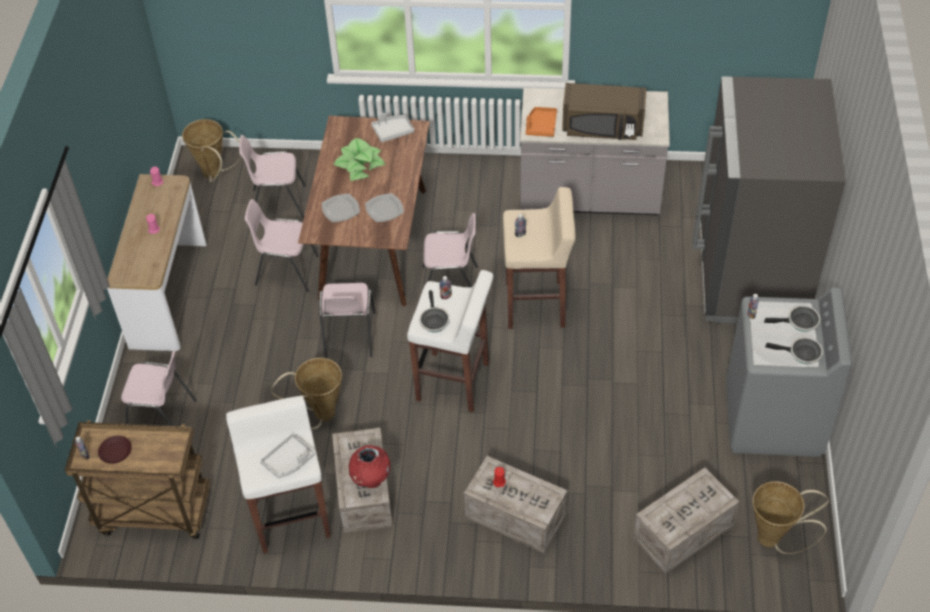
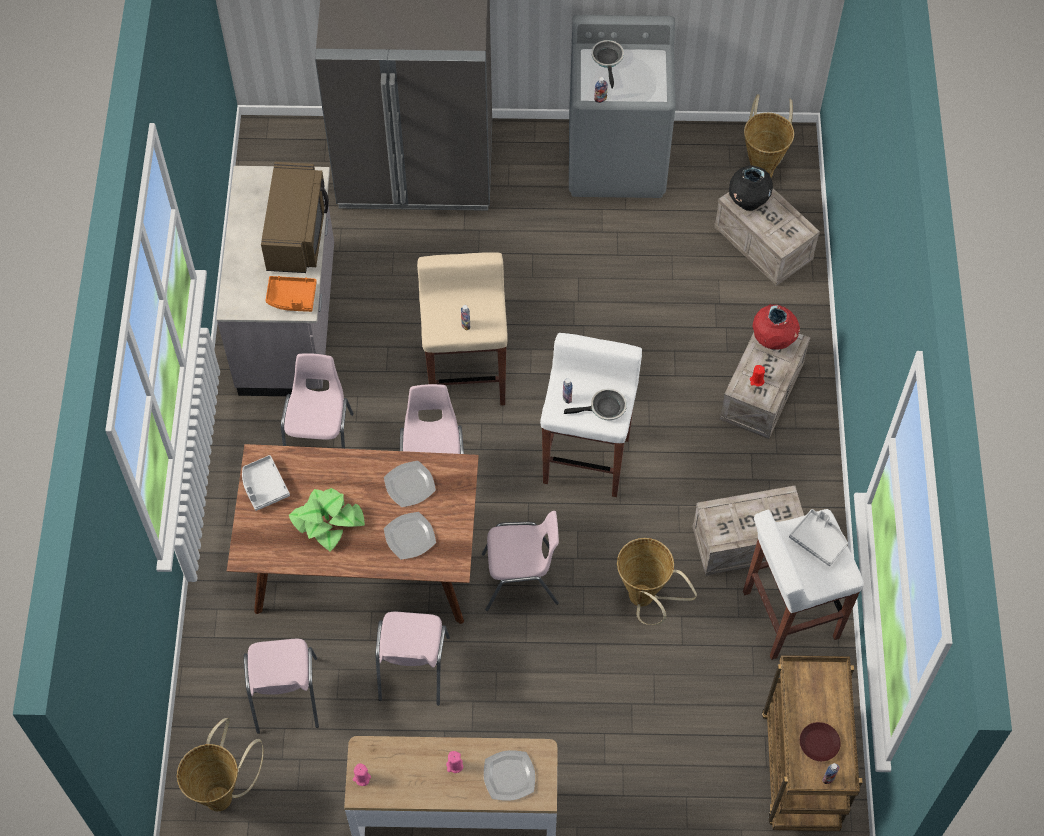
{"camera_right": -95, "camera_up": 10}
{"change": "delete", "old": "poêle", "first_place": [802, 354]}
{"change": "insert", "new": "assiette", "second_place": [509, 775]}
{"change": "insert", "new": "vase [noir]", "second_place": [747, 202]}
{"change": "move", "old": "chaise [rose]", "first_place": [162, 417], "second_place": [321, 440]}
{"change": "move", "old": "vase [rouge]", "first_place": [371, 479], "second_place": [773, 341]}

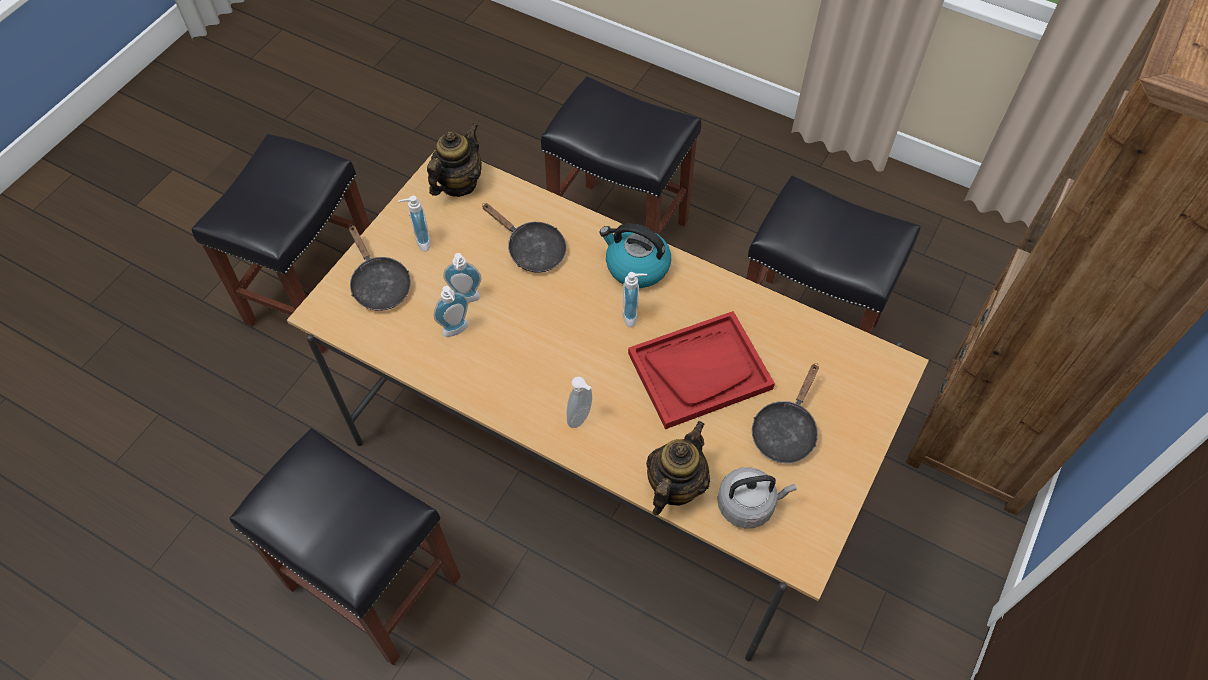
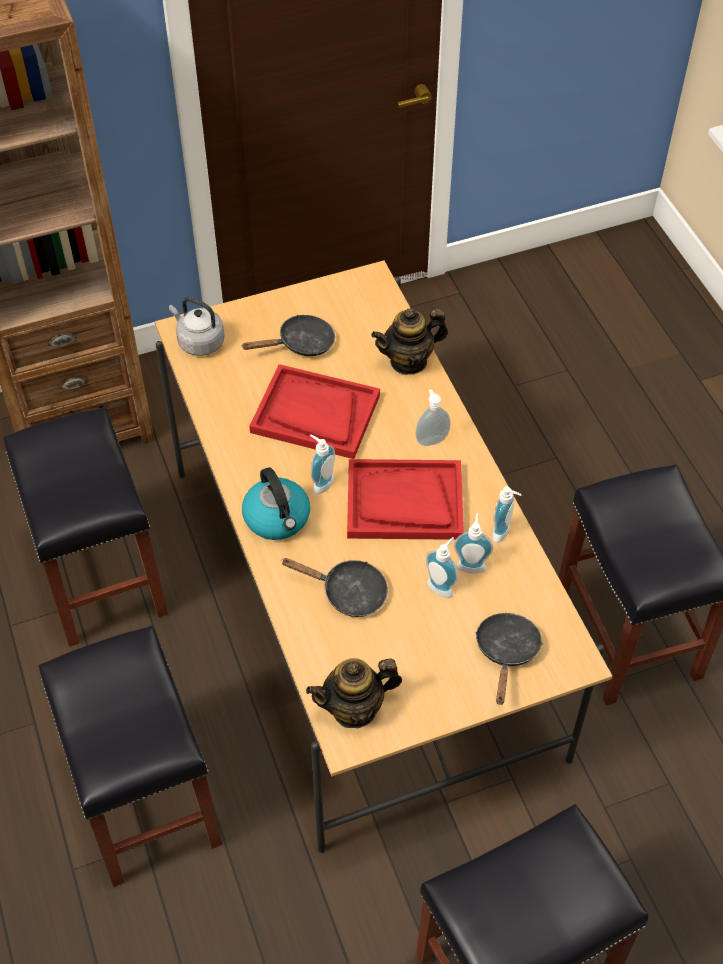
{"camera_right": -140, "camera_up": -5}
{"change": "insert", "new": "plateau [rouge]", "second_place": [404, 502]}
{"change": "move", "old": "distributeur de savon", "first_place": [420, 242], "second_place": [504, 533]}
{"change": "move", "old": "bouilloire [gris]", "first_place": [748, 504], "second_place": [199, 342]}
{"change": "rotate", "old": "poêle [noir]", "first_place": [532, 250], "second_place": [348, 592], "degrees": 120}

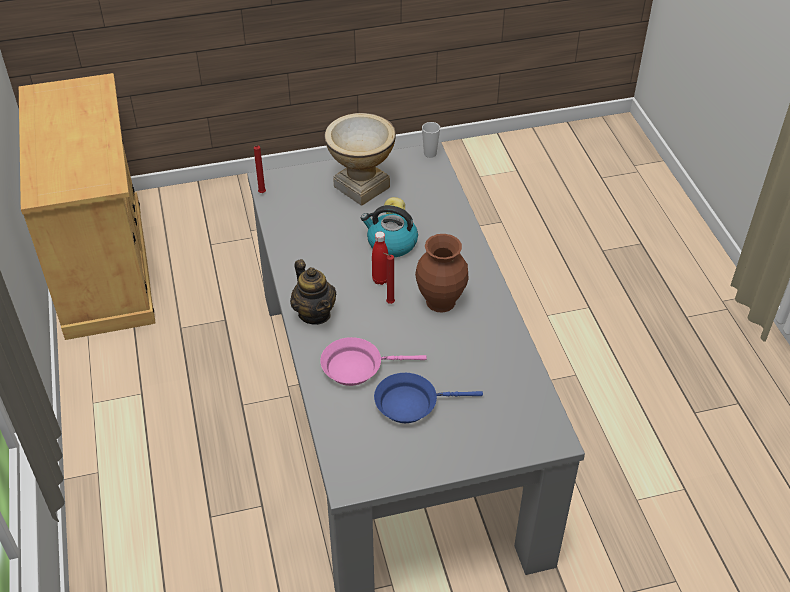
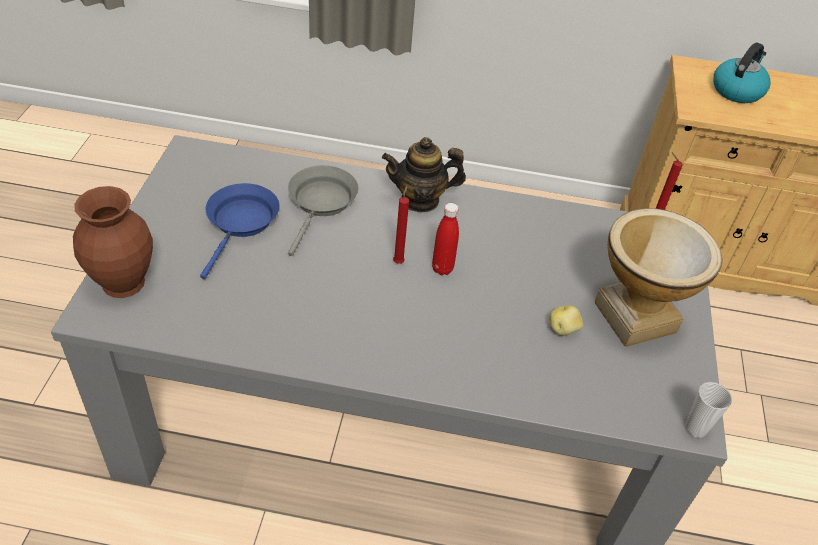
{"camera_right": 110, "camera_up": 0}
{"change": "move", "old": "bouilloire", "first_place": [391, 243], "second_place": [737, 90]}
{"change": "move", "old": "vase [marron]", "first_place": [441, 302], "second_place": [122, 283]}
{"change": "recolor", "old": "poêle [rose]", "new": "poêle [gris]", "first_place": [357, 367], "second_place": [321, 203]}

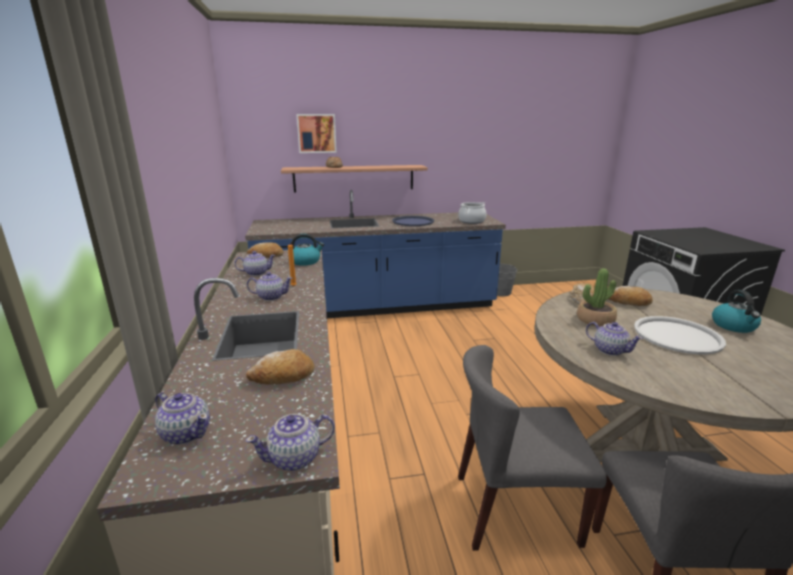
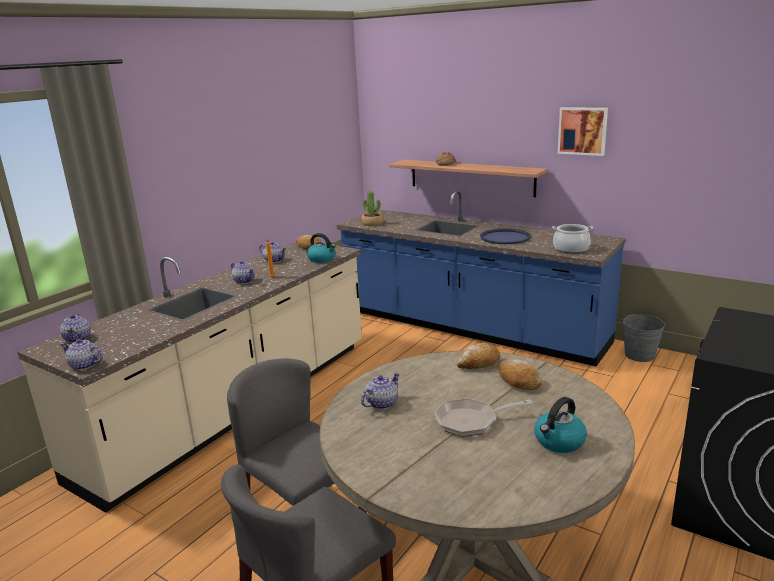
{"camera_right": 45, "camera_up": 0}
{"change": "delete", "old": "pain", "first_place": [283, 377]}
{"change": "move", "old": "tableau", "first_place": [316, 133], "second_place": [582, 131]}
{"change": "move", "old": "plante en pot", "first_place": [595, 320], "second_place": [372, 223]}
{"change": "replace", "old": "plateau [blanc]", "new": "poêle", "first_place": [677, 336], "second_place": [471, 421]}
{"change": "rotate", "old": "théière", "first_place": [609, 350], "second_place": [381, 403], "degrees": -135}

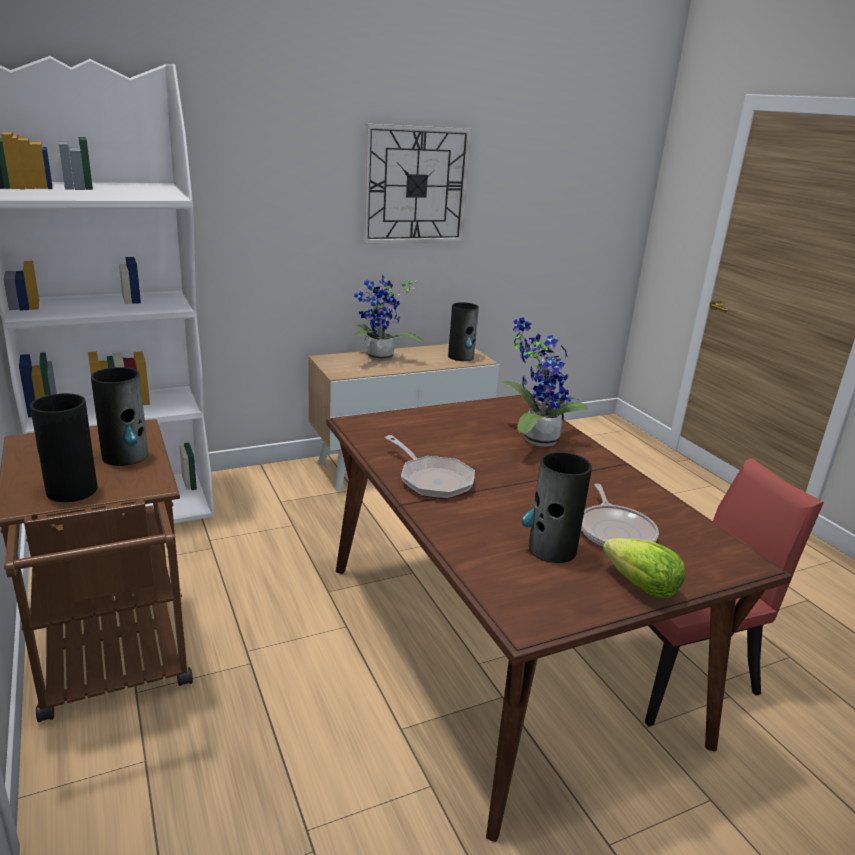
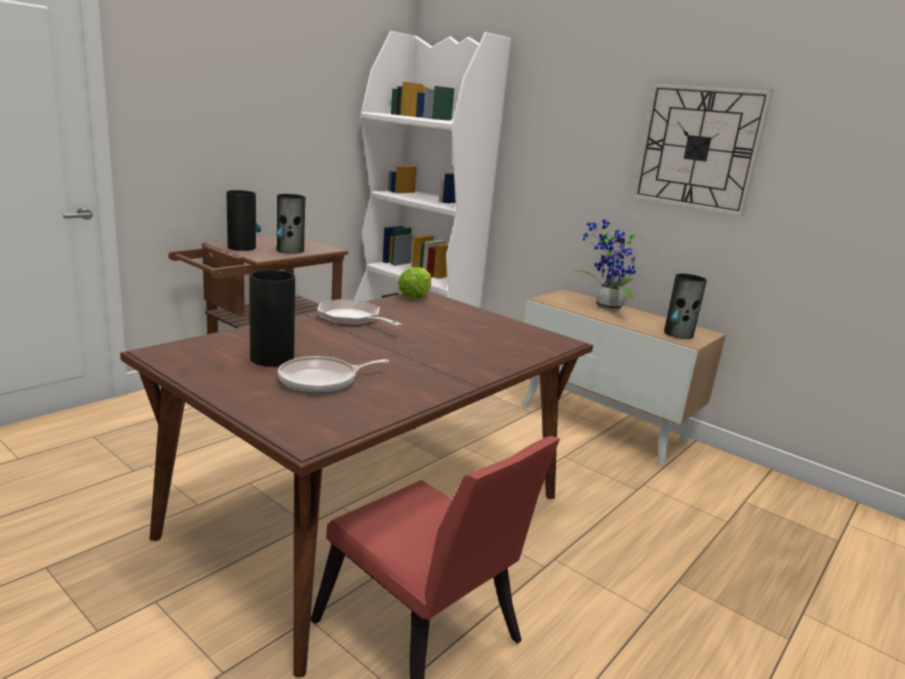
{"camera_right": 65, "camera_up": -5}
{"change": "delete", "old": "plante en pot", "first_place": [535, 439]}
{"change": "move", "old": "laitue", "first_place": [641, 586], "second_place": [415, 296]}
{"change": "rotate", "old": "poêle", "first_place": [432, 480], "second_place": [352, 319], "degrees": 105}

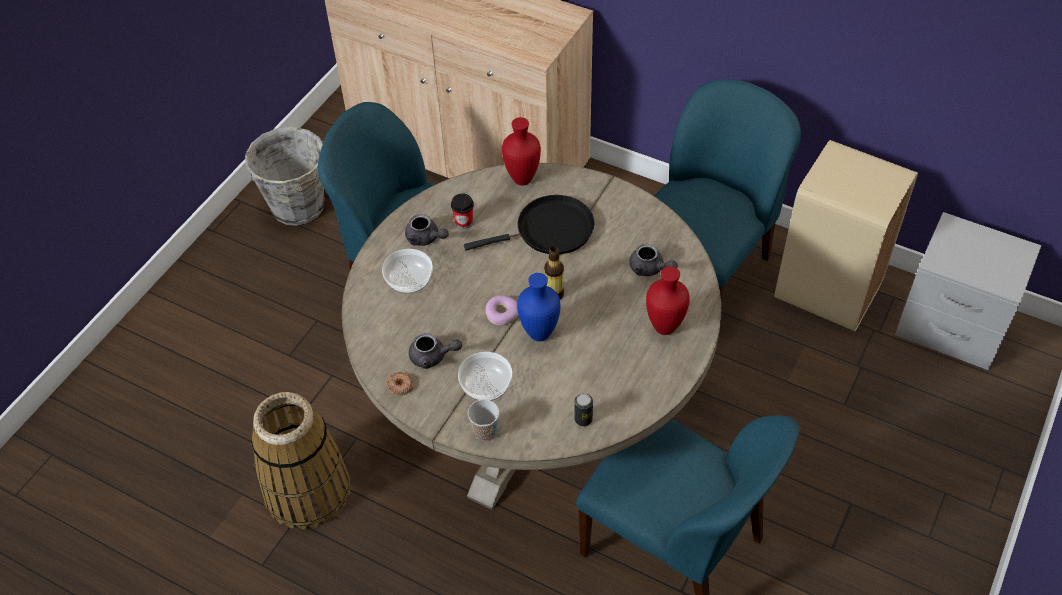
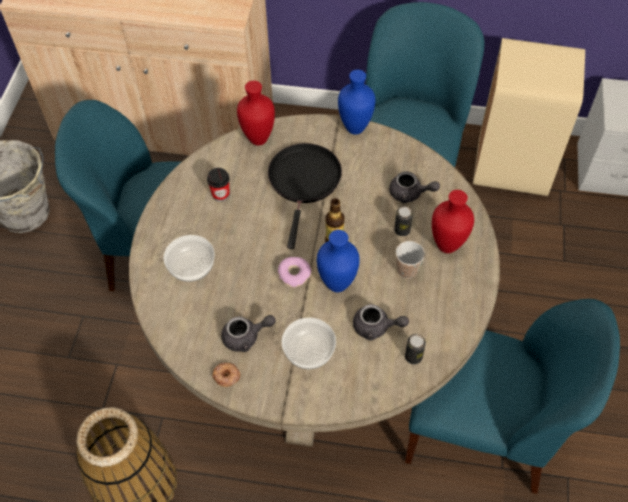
{"camera_right": -20, "camera_up": 5}
{"change": "insert", "new": "vase [bleu]", "second_place": [355, 127]}
{"change": "insert", "new": "boîte métallique", "second_place": [402, 230]}
{"change": "move", "old": "théière [gris]", "first_place": [425, 238], "second_place": [376, 327]}
{"change": "move", "old": "tasse", "first_place": [485, 432], "second_place": [407, 271]}
{"change": "rotate", "old": "poêle [noir]", "first_place": [549, 231], "second_place": [304, 182], "degrees": -45}

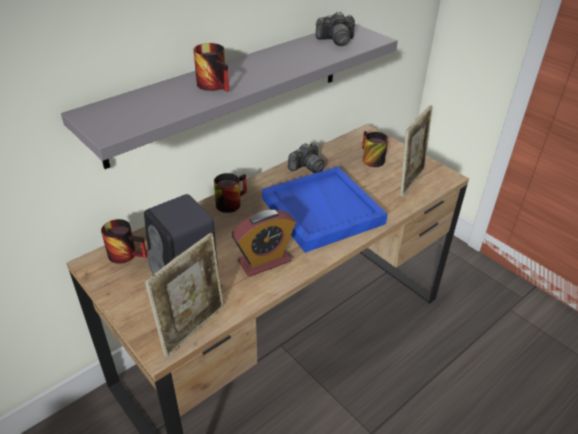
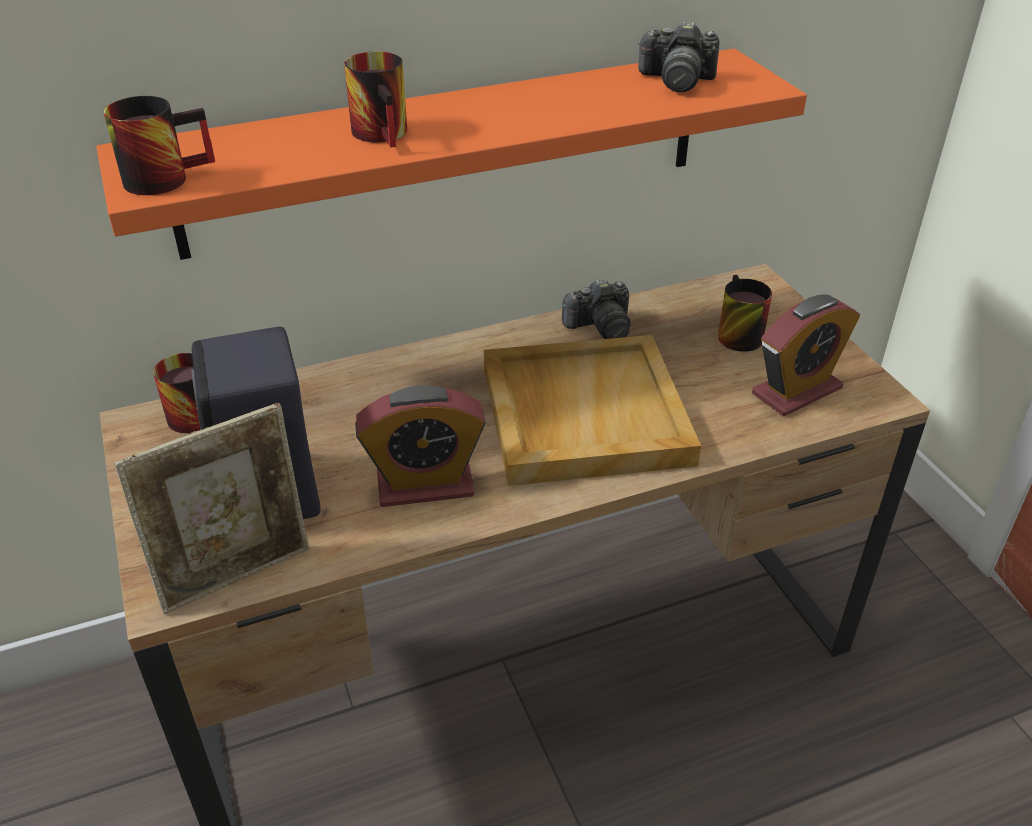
{"camera_right": 20, "camera_up": 0}
{"change": "move", "old": "mug", "first_place": [230, 202], "second_place": [165, 176]}
{"change": "replace", "old": "cadre photo", "new": "réveil", "first_place": [410, 181], "second_place": [796, 391]}
{"change": "recolor", "old": "étagère [gris]", "new": "étagère [orange]", "first_place": [230, 90], "second_place": [447, 151]}
{"change": "recolor", "old": "plateau [bleu]", "new": "plateau [beige]", "first_place": [321, 210], "second_place": [582, 414]}

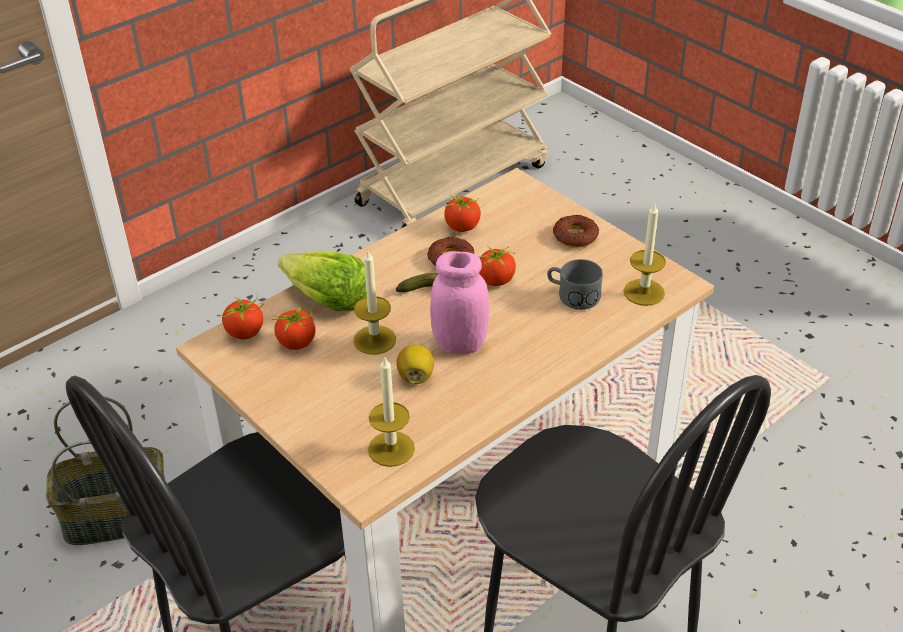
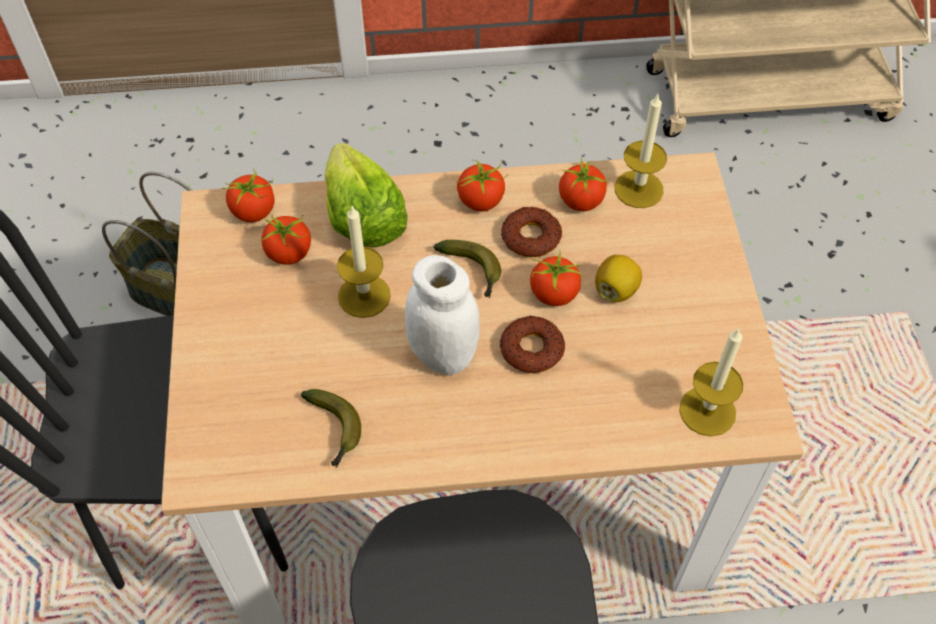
{"camera_right": 35, "camera_up": 15}
{"change": "delete", "old": "mug [gris]", "first_place": [572, 295]}
{"change": "insert", "new": "banane", "second_place": [334, 431]}
{"change": "insert", "new": "tomate", "second_place": [481, 201]}
{"change": "move", "old": "bougie", "first_place": [391, 449], "second_place": [638, 189]}
{"change": "move", "old": "citron", "first_place": [416, 376], "second_place": [616, 290]}
{"change": "move", "old": "beignet", "first_place": [575, 236], "second_place": [532, 349]}
{"change": "recolor", "old": "bocal [rose]", "new": "bocal [blanc]", "first_place": [460, 344], "second_place": [443, 354]}

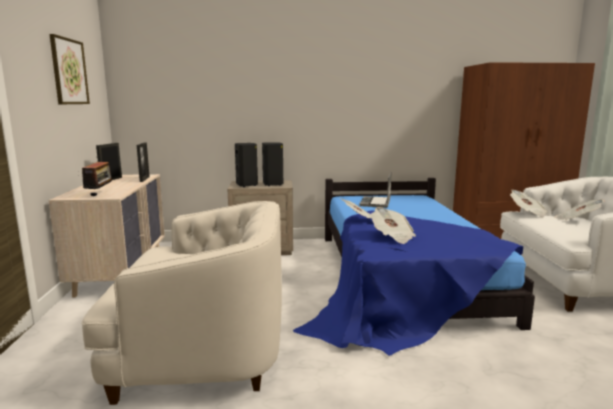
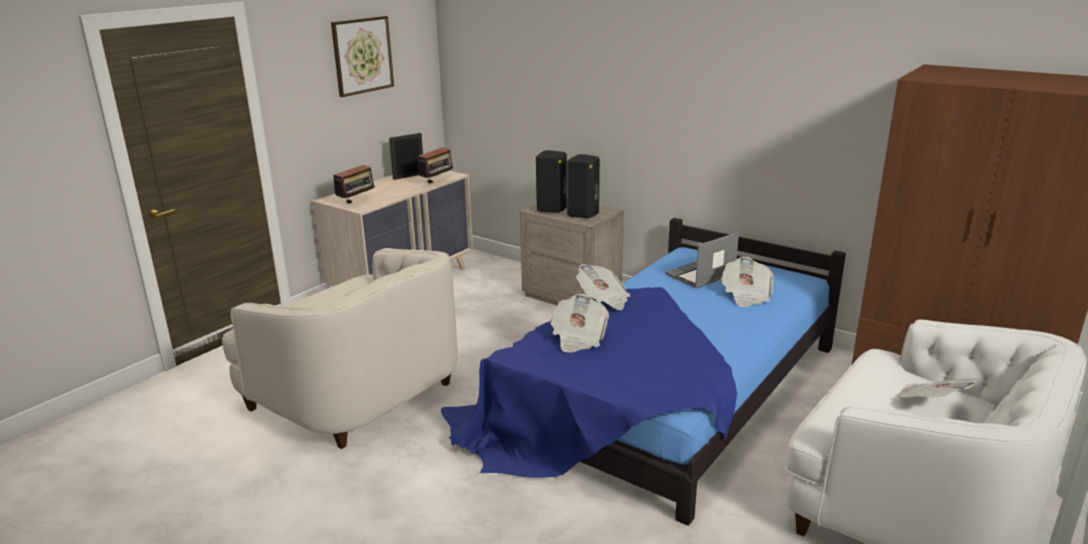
{"camera_right": 40, "camera_up": 10}
{"change": "move", "old": "journal", "first_place": [527, 213], "second_place": [746, 296]}
{"change": "replace", "old": "cadre photo", "new": "radio", "first_place": [144, 179], "second_place": [437, 182]}

